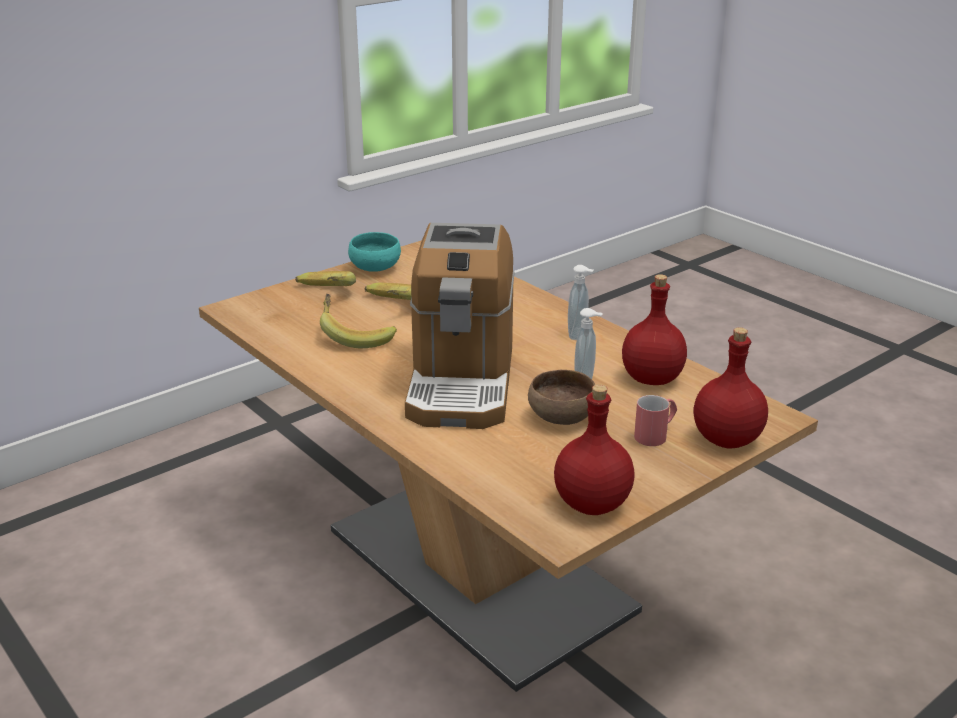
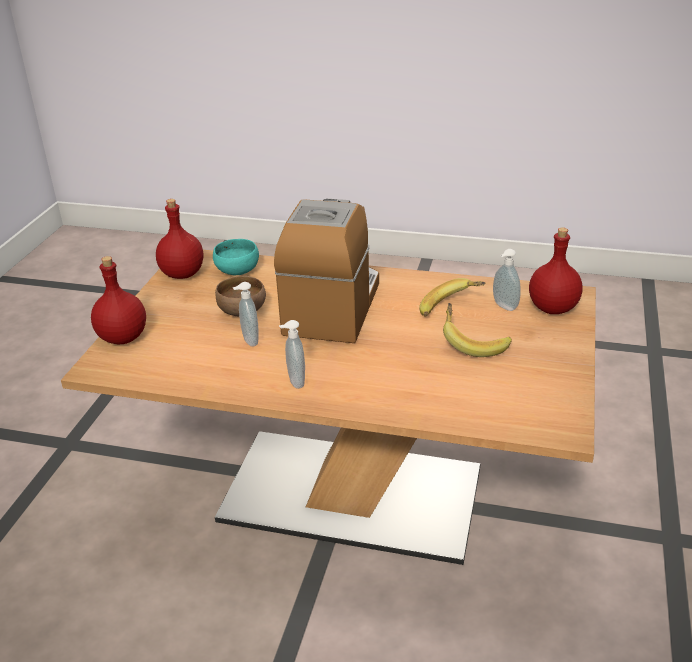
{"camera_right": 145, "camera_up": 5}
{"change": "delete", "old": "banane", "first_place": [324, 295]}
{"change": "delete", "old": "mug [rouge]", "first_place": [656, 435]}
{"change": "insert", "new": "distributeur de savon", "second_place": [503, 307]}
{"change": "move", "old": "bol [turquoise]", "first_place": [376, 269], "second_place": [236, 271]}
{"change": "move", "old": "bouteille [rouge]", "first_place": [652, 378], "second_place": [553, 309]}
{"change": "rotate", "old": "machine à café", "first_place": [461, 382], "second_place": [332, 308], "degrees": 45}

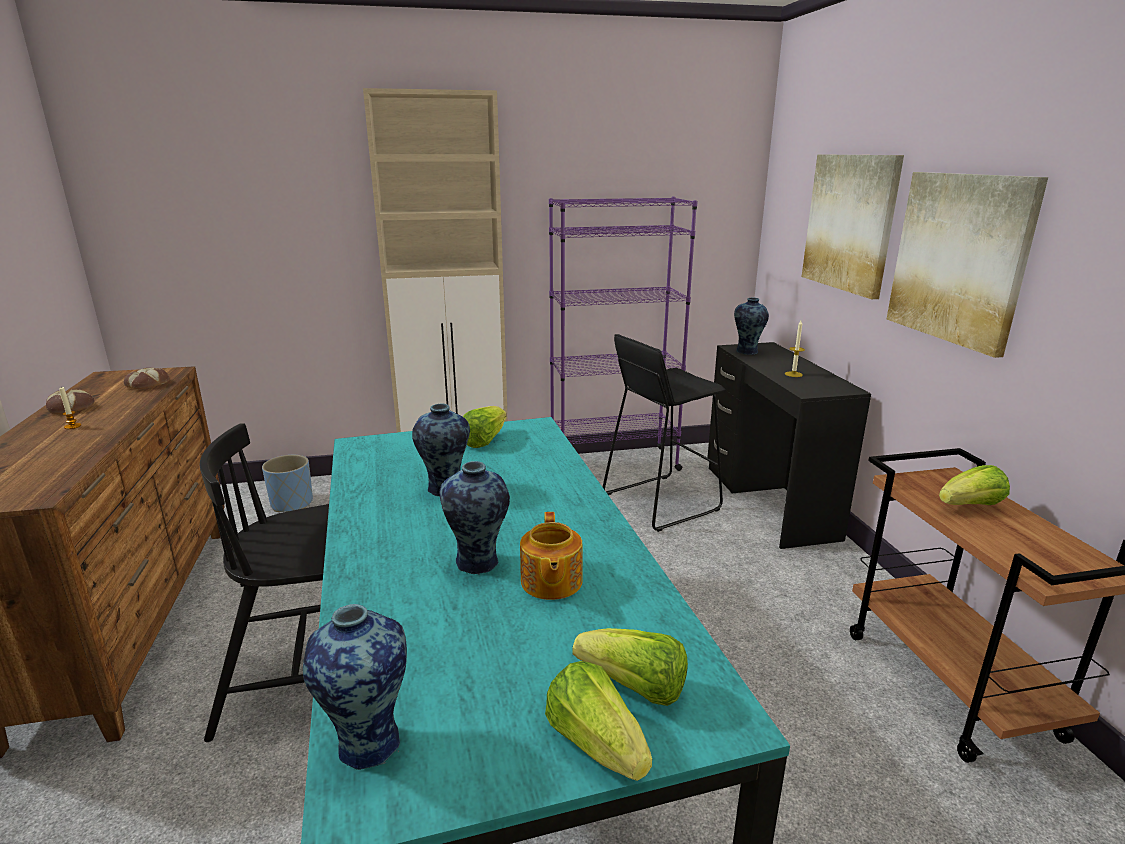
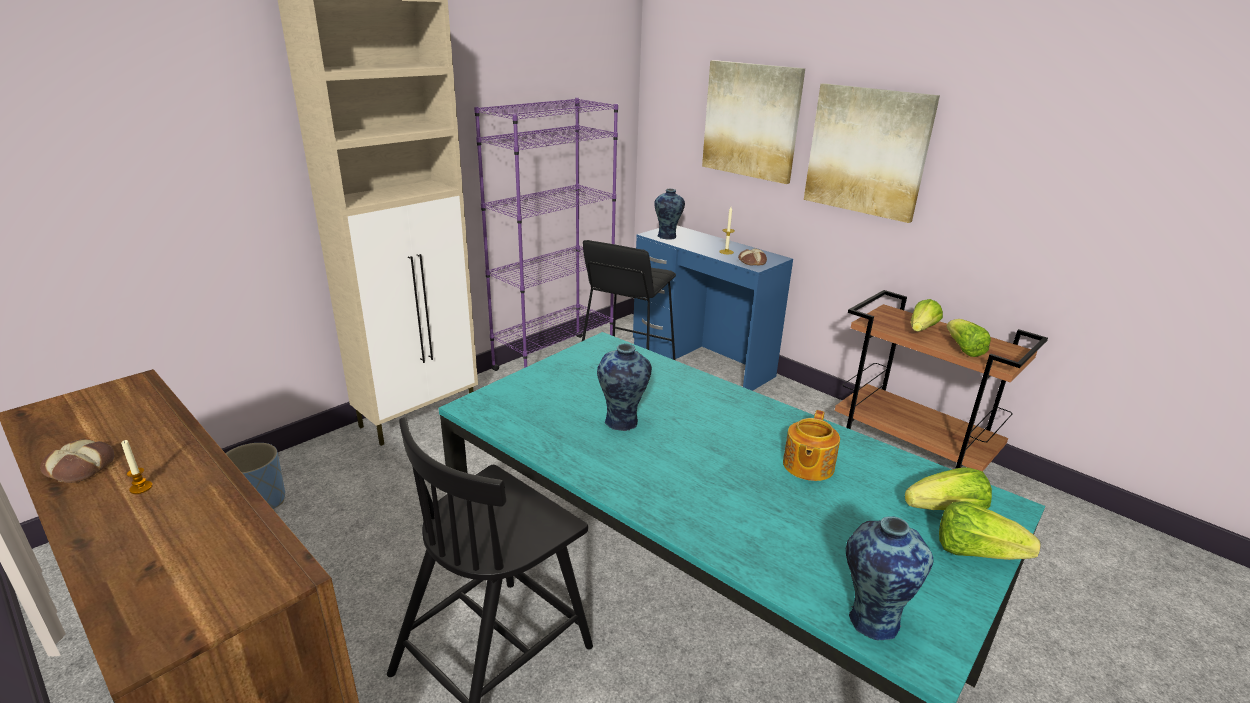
{"camera_right": -35, "camera_up": 5}
{"change": "delete", "old": "vase", "first_place": [478, 563]}
{"change": "move", "old": "pain", "first_place": [147, 384], "second_place": [751, 261]}
{"change": "move", "old": "laitue", "first_place": [484, 440], "second_place": [963, 349]}
{"change": "recolor", "old": "bureau [noir]", "new": "bureau [bleu]", "first_place": [769, 501], "second_place": [702, 360]}
{"change": "rotate", "old": "théière", "first_place": [550, 582], "second_place": [807, 466], "degrees": 60}

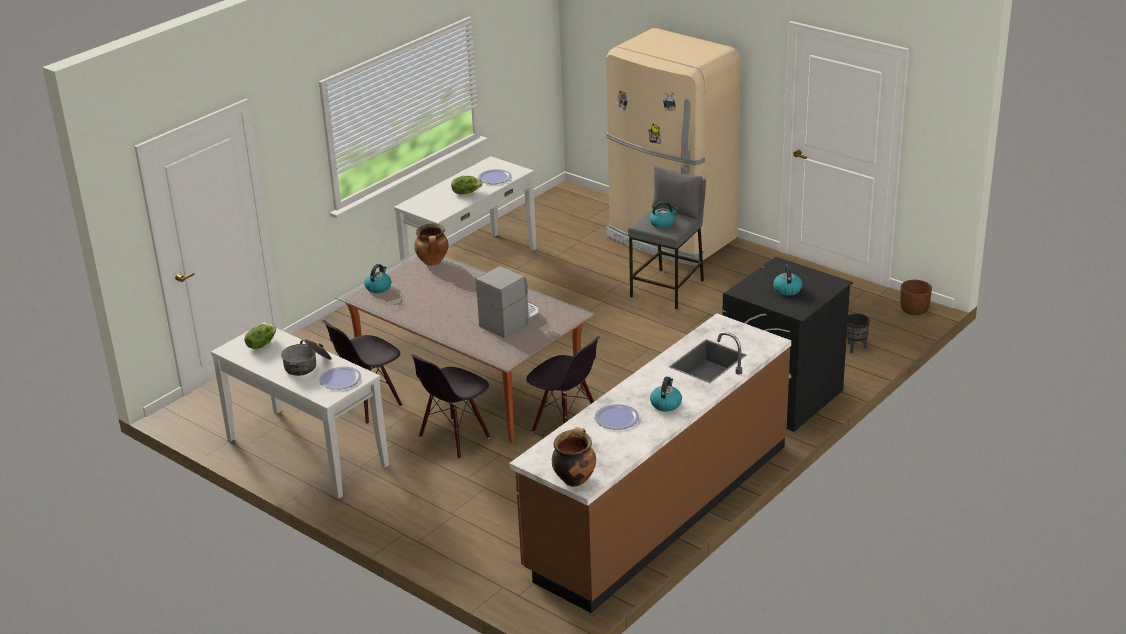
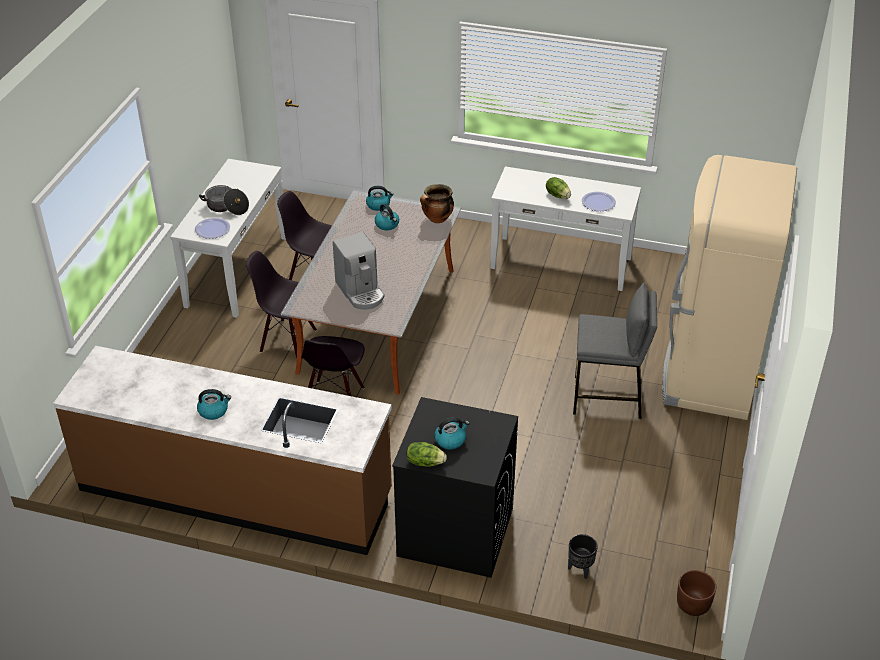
{"camera_right": 65, "camera_up": 10}
{"change": "delete", "old": "marmite", "first_place": [574, 479]}
{"change": "delete", "old": "assiette", "first_place": [616, 418]}
{"change": "move", "old": "laitue", "first_place": [261, 344], "second_place": [425, 462]}
{"change": "move", "old": "bouilloire", "first_place": [662, 223], "second_place": [387, 225]}
{"change": "rotate", "old": "machine à café", "first_place": [511, 321], "second_place": [361, 291], "degrees": 45}

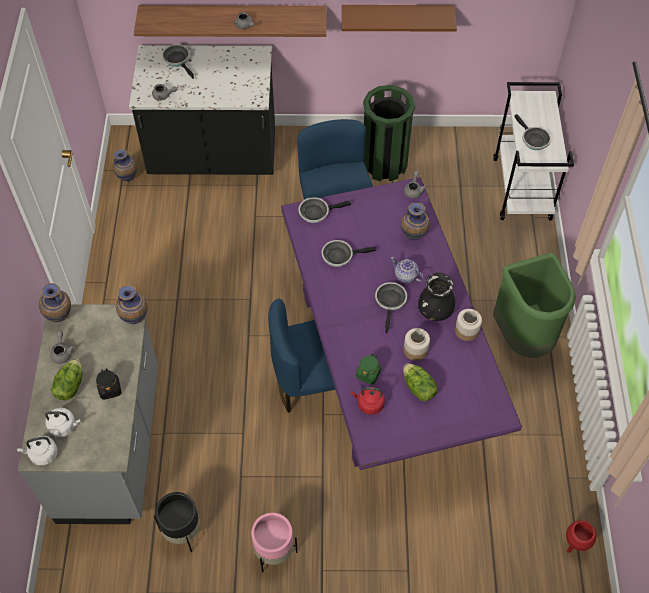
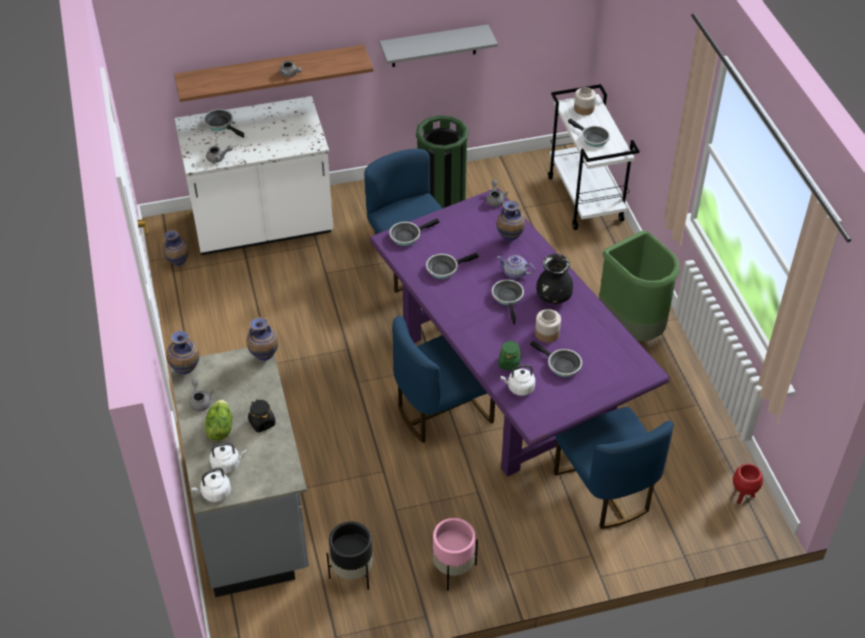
{"camera_right": -15, "camera_up": -10}
{"change": "insert", "new": "chaise [bleu]", "second_place": [605, 490]}
{"change": "move", "old": "bocal", "first_place": [467, 330], "second_place": [584, 109]}
{"change": "replace", "old": "laitue", "new": "poêle", "first_place": [418, 388], "second_place": [561, 365]}
{"change": "recolor", "old": "comptoir de cuisine [noir]", "new": "comptoir de cuisine [blanc]", "first_place": [213, 156], "second_place": [262, 227]}
{"change": "recolor", "old": "étagère [marron]", "new": "étagère [gris]", "first_place": [397, 17], "second_place": [434, 46]}
{"change": "recolor", "old": "bouilloire [rouge]", "new": "bouilloire [blanc]", "first_place": [369, 404], "second_place": [519, 388]}

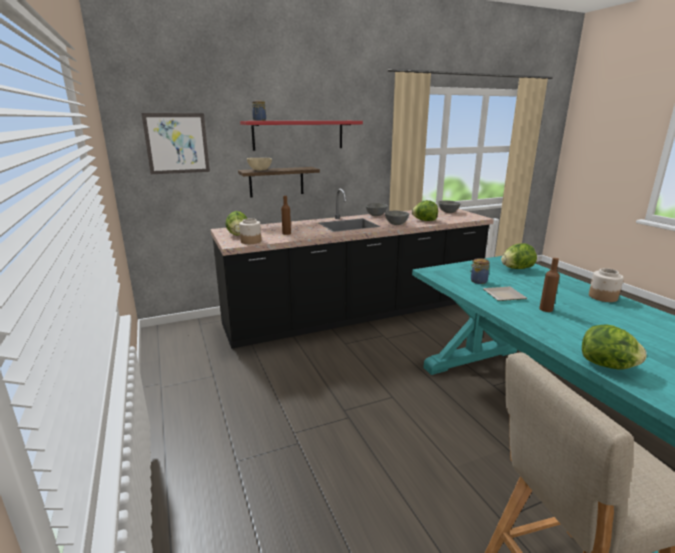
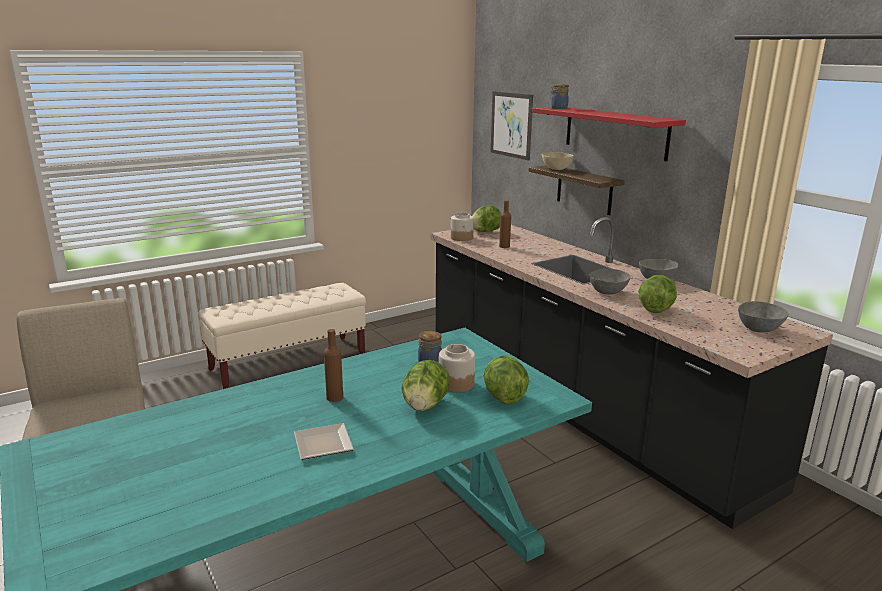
{"camera_right": 80, "camera_up": 0}
{"change": "insert", "new": "banc [beige]", "second_place": [289, 363]}
{"change": "move", "old": "assiette", "first_place": [505, 296], "second_place": [322, 445]}
{"change": "move", "old": "laitue", "first_place": [607, 365], "second_place": [425, 406]}
{"change": "move", "old": "bocal", "first_place": [602, 297], "second_place": [456, 384]}

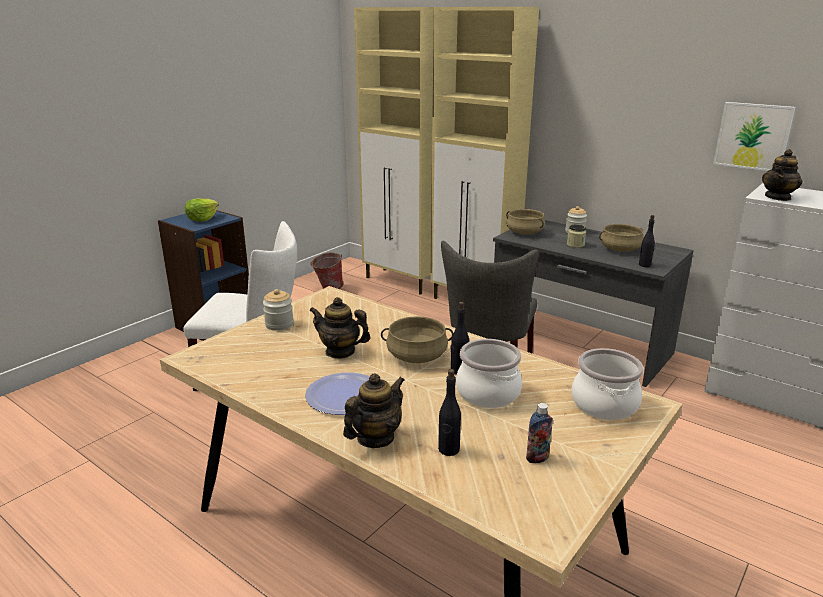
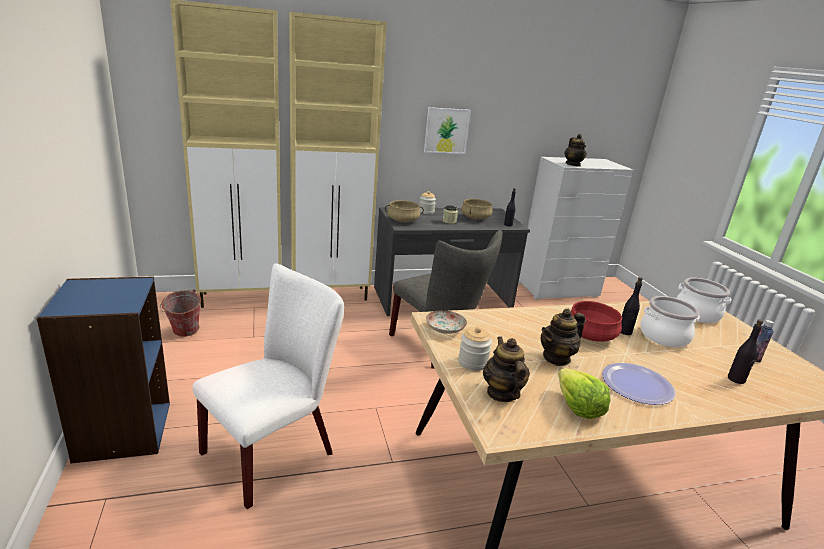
{"camera_right": -55, "camera_up": 0}
{"change": "insert", "new": "assiette", "second_place": [445, 329]}
{"change": "move", "old": "laitue", "first_place": [202, 219], "second_place": [578, 407]}
{"change": "move", "old": "théière", "first_place": [375, 438], "second_place": [502, 393]}
{"change": "move", "old": "tableau", "first_place": [753, 136], "second_place": [446, 130]}
{"change": "recolor", "old": "marmite [beige]", "new": "marmite [rouge]", "first_place": [417, 356], "second_place": [590, 335]}

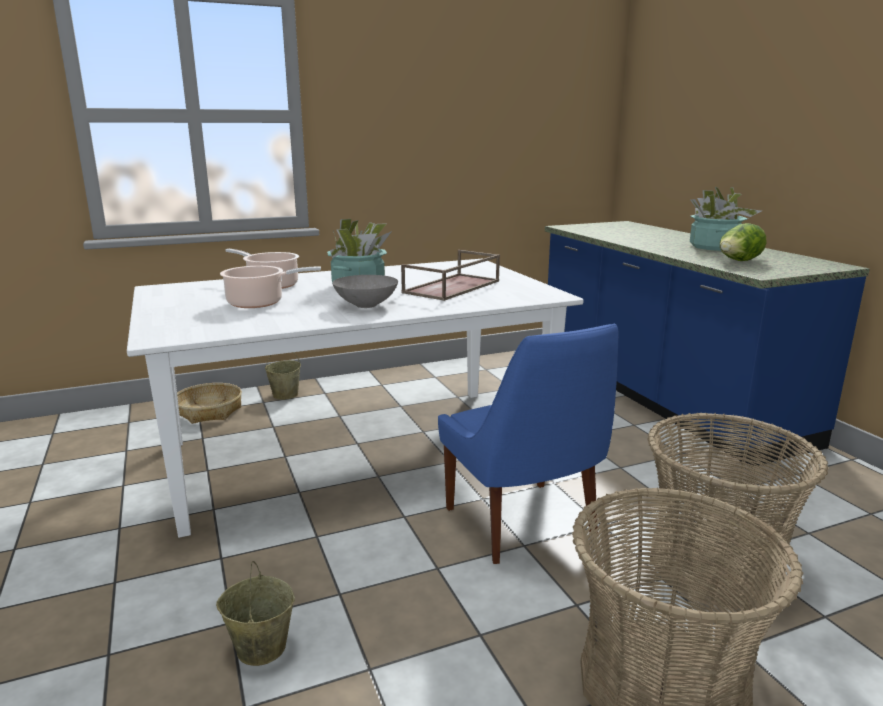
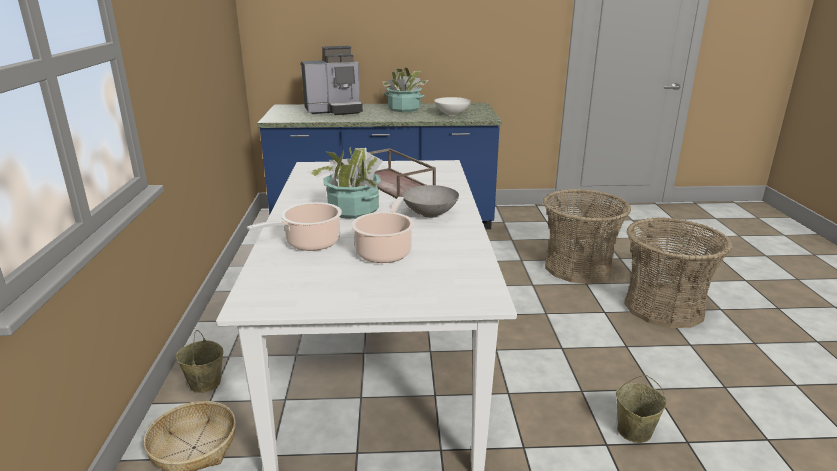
{"camera_right": -70, "camera_up": 5}
{"change": "delete", "old": "chaise [bleu]", "first_place": [523, 524]}
{"change": "insert", "new": "machine à café", "second_place": [335, 110]}
{"change": "replace", "old": "laitue", "new": "bol [blanc]", "first_place": [738, 261], "second_place": [452, 114]}

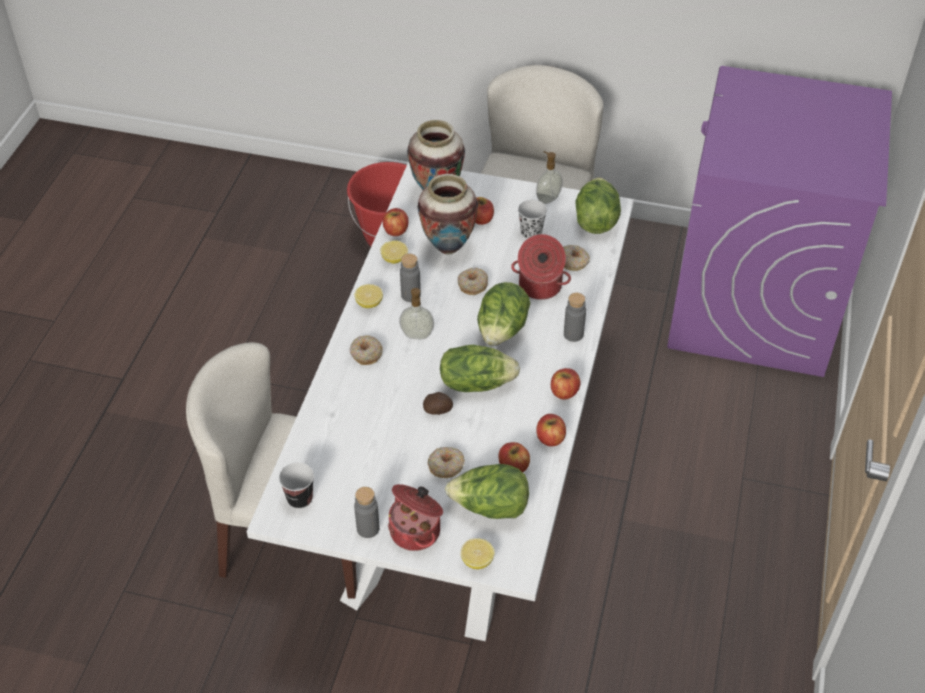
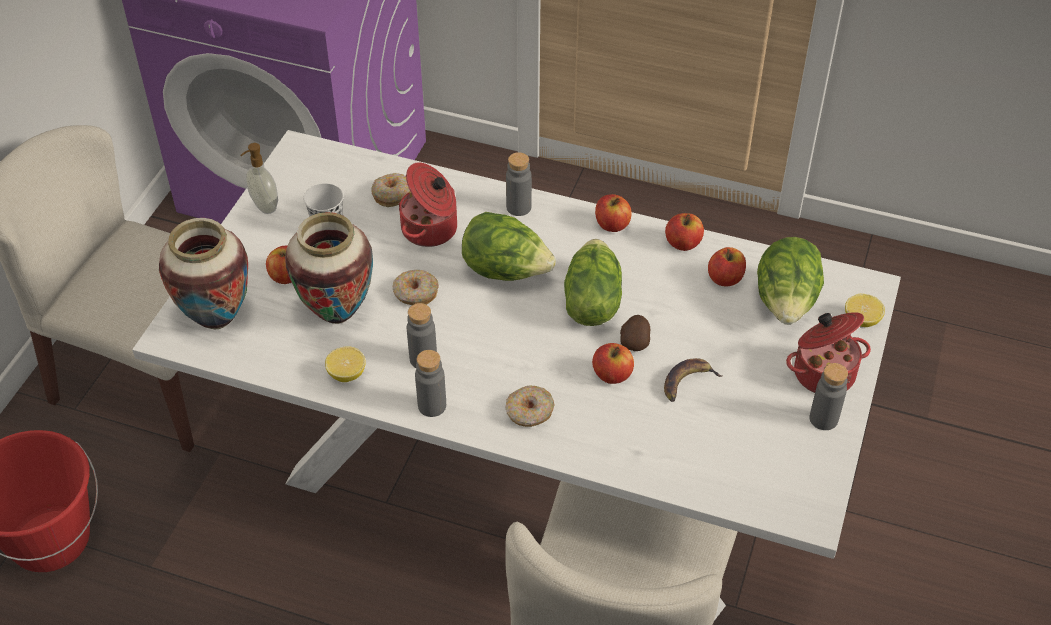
{"camera_right": -85, "camera_up": 0}
{"change": "delete", "old": "tasse", "first_place": [300, 499]}
{"change": "delete", "old": "distributeur de savon", "first_place": [417, 336]}
{"change": "delete", "old": "beignet", "first_place": [446, 466]}
{"change": "delete", "old": "laitue", "first_place": [595, 220]}
{"change": "insert", "new": "banane", "second_place": [687, 382]}
{"change": "move", "old": "pomme", "first_place": [396, 231], "second_place": [612, 375]}
{"change": "replace", "old": "citron", "new": "bouteille [gris]", "first_place": [369, 303], "second_place": [432, 406]}

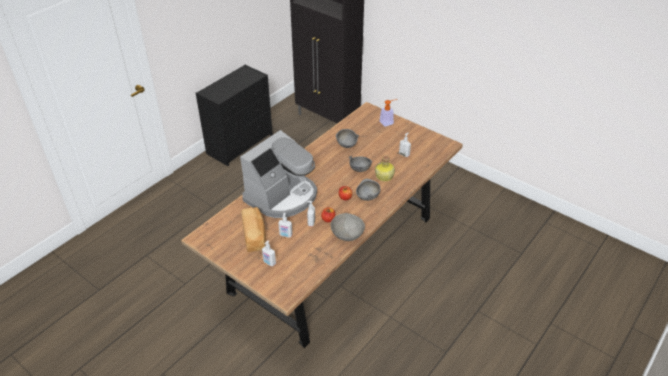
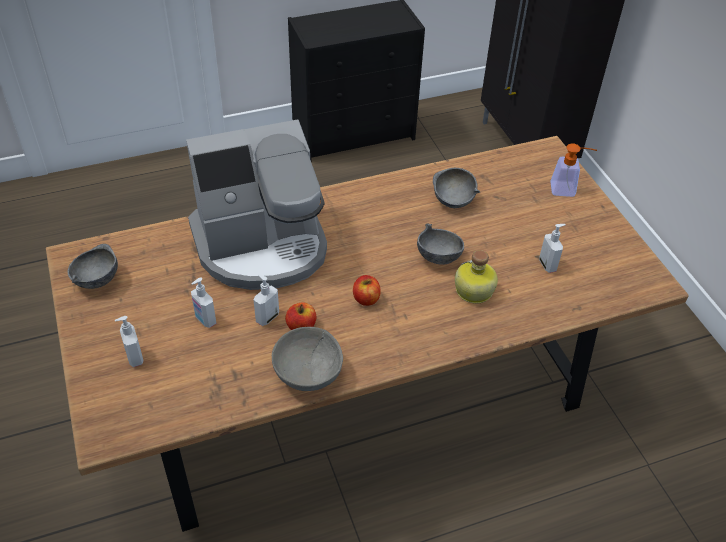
{"camera_right": 30, "camera_up": 5}
{"change": "delete", "old": "pain", "first_place": [255, 236]}
{"change": "move", "old": "bol [gris]", "first_place": [367, 197], "second_place": [96, 280]}

